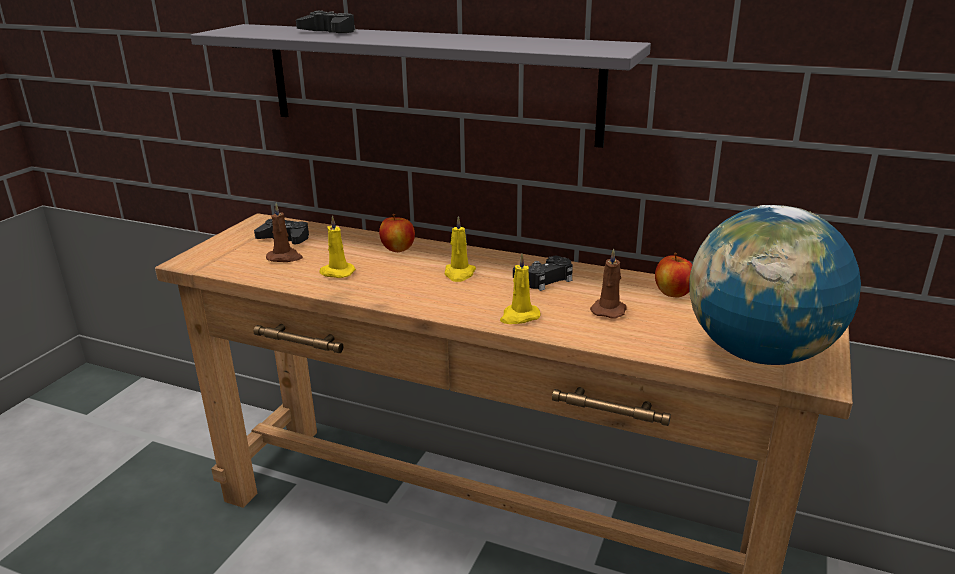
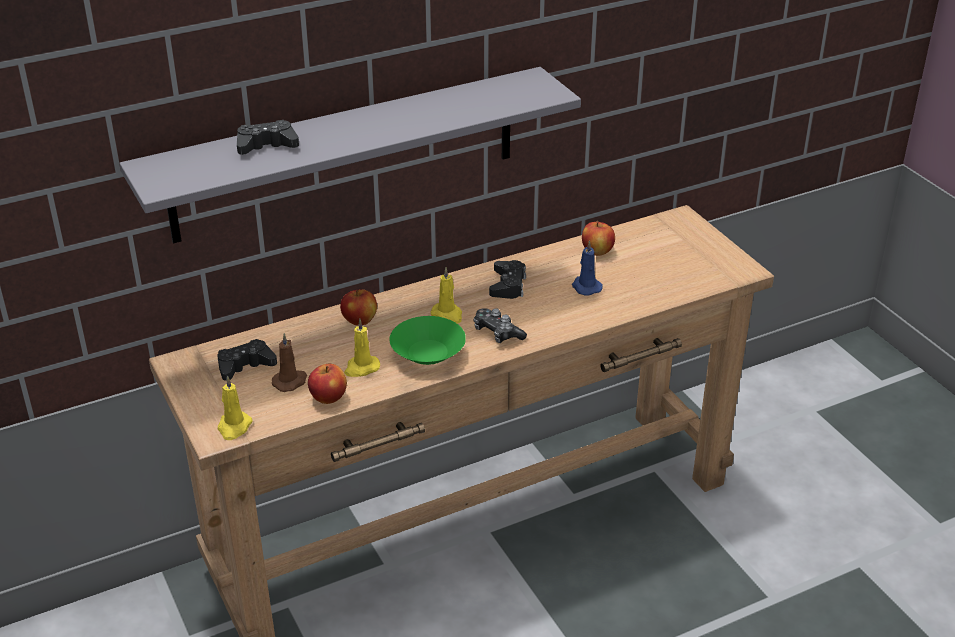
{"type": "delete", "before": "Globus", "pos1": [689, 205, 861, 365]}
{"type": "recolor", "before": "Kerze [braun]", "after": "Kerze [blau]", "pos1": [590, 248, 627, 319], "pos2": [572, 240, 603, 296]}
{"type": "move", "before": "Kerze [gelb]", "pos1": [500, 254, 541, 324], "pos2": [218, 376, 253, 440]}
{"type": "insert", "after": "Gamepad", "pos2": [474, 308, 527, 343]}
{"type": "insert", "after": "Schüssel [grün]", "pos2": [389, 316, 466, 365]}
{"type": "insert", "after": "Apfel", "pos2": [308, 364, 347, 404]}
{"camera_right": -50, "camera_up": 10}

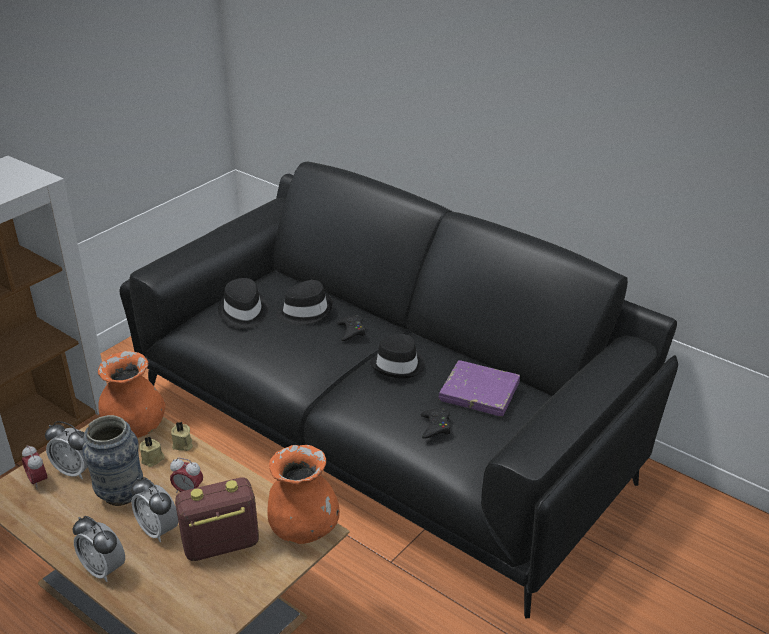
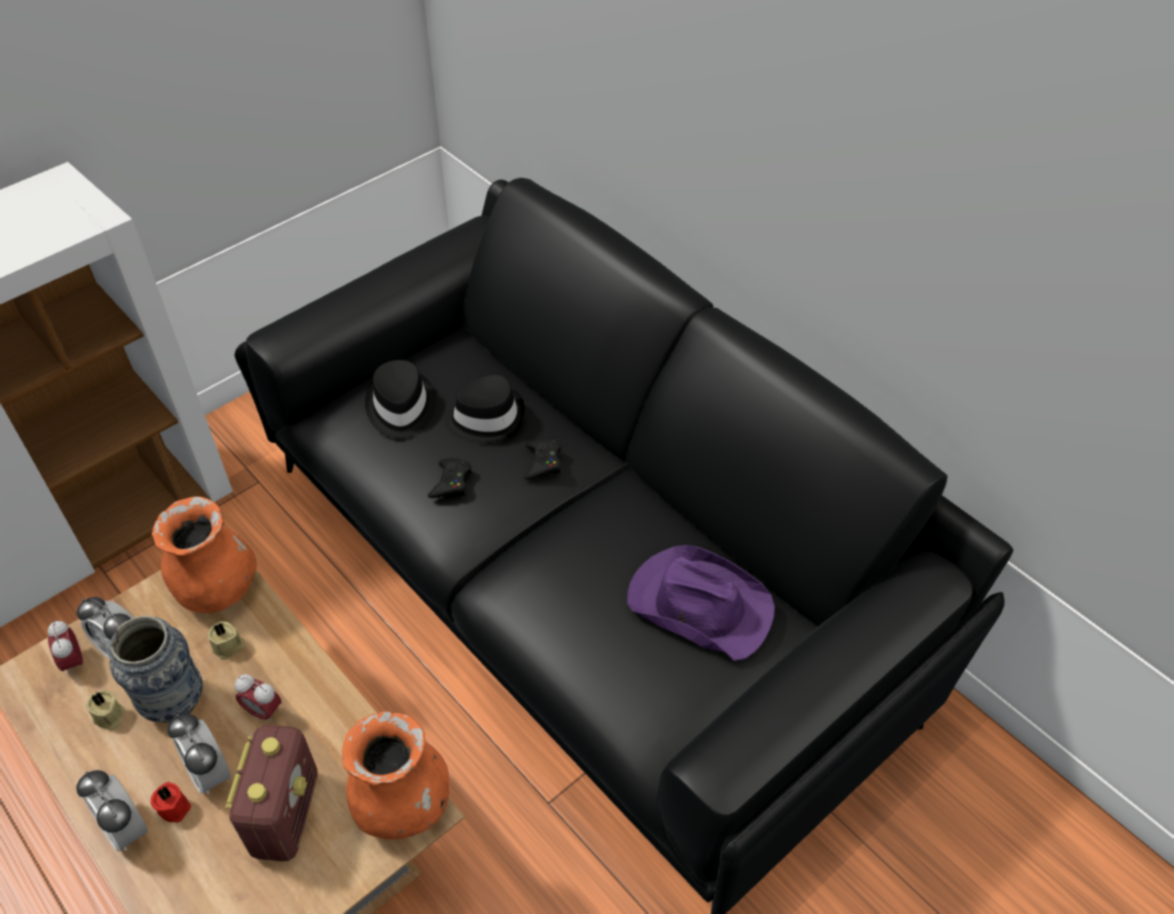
{"type": "delete", "before": "Hut [schwarz]", "pos1": [370, 334, 425, 379]}
{"type": "replace", "before": "Buch [lila]", "after": "Hut [lila]", "pos1": [439, 360, 520, 417], "pos2": [627, 545, 775, 661]}
{"type": "move", "before": "Gamepad [schwarz]", "pos1": [421, 409, 451, 439], "pos2": [428, 458, 472, 498]}
{"type": "move", "before": "Kerze [beige]", "pos1": [171, 422, 193, 451], "pos2": [86, 690, 125, 730]}
{"type": "rotate", "before": "Radio", "pos1": [175, 478, 259, 561], "pos2": [226, 725, 318, 862], "turn": 105}
{"type": "insert", "after": "Kerze [rot]", "pos2": [151, 782, 191, 822]}
{"camera_right": 10, "camera_up": 15}

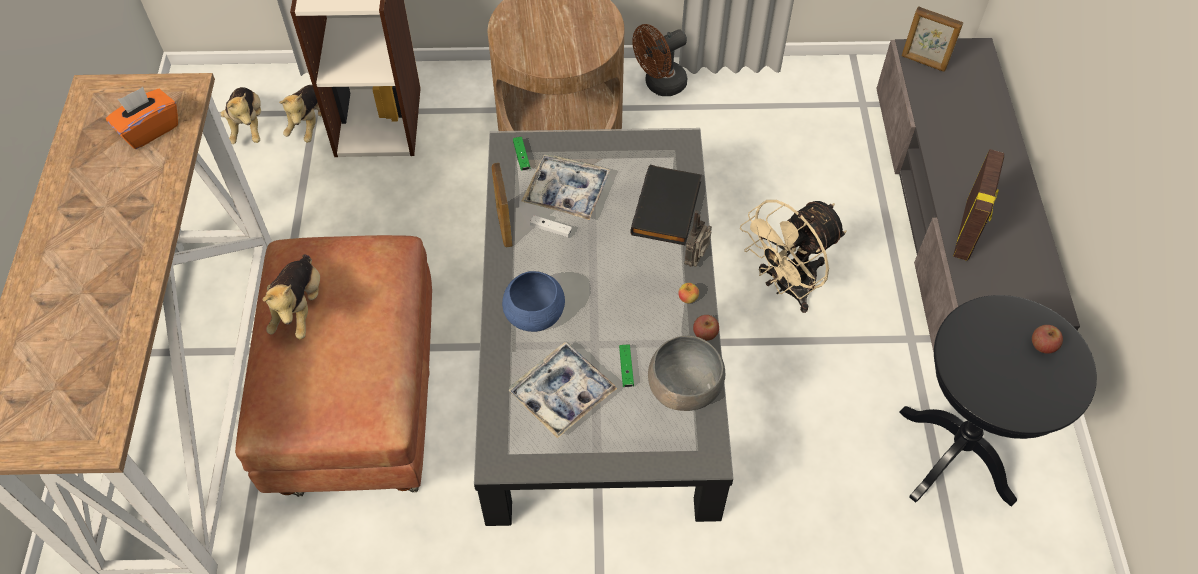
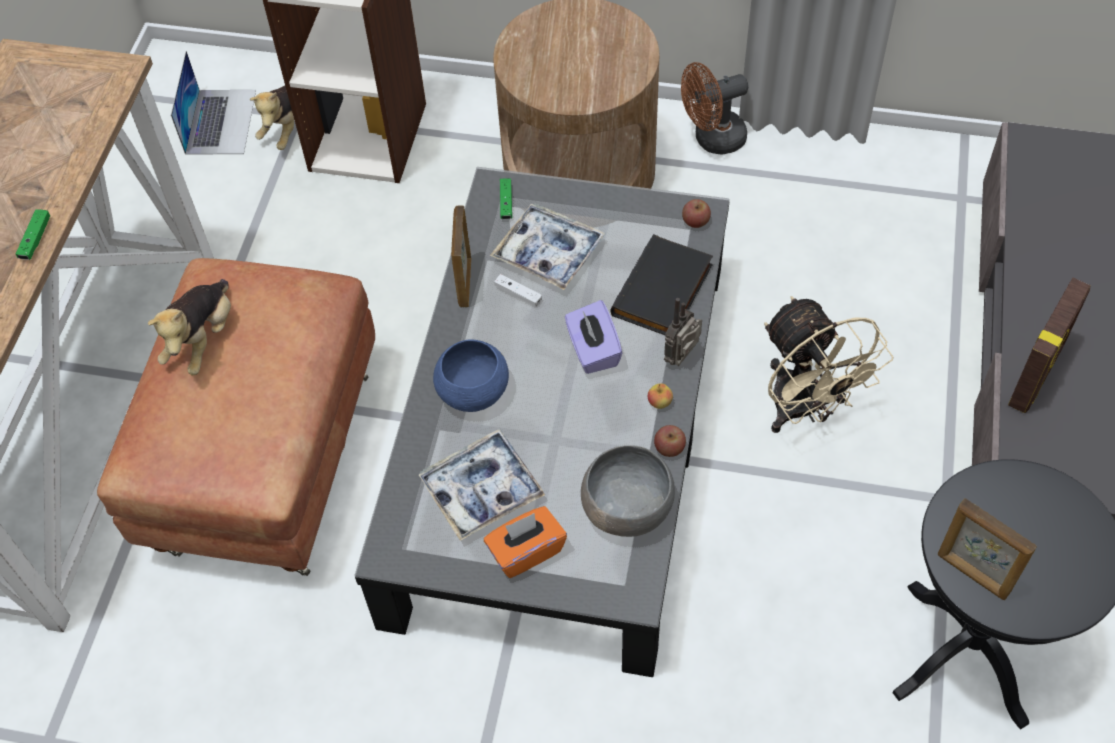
{"type": "move", "before": "Bilderrahmen", "pos1": [902, 6, 963, 72], "pos2": [938, 498, 1037, 600]}
{"type": "move", "before": "Taschentuchbox [orange]", "pos1": [106, 87, 178, 149], "pos2": [484, 506, 567, 578]}
{"type": "replace", "before": "Plüschtier", "after": "Laptop", "pos1": [221, 87, 261, 144], "pos2": [171, 51, 256, 155]}
{"type": "rotate", "before": "Ventilator [beige]", "pos1": [740, 200, 847, 313], "pos2": [764, 296, 893, 433], "turn": -90}
{"type": "move", "before": "Apfel", "pos1": [1032, 325, 1063, 354], "pos2": [682, 199, 711, 228]}
{"type": "move", "before": "Gamepad [grün]", "pos1": [619, 345, 634, 387], "pos2": [16, 209, 50, 260]}
{"type": "insert", "after": "Taschentuchbox [lila]", "pos2": [565, 300, 622, 374]}
{"camera_right": 15, "camera_up": 0}

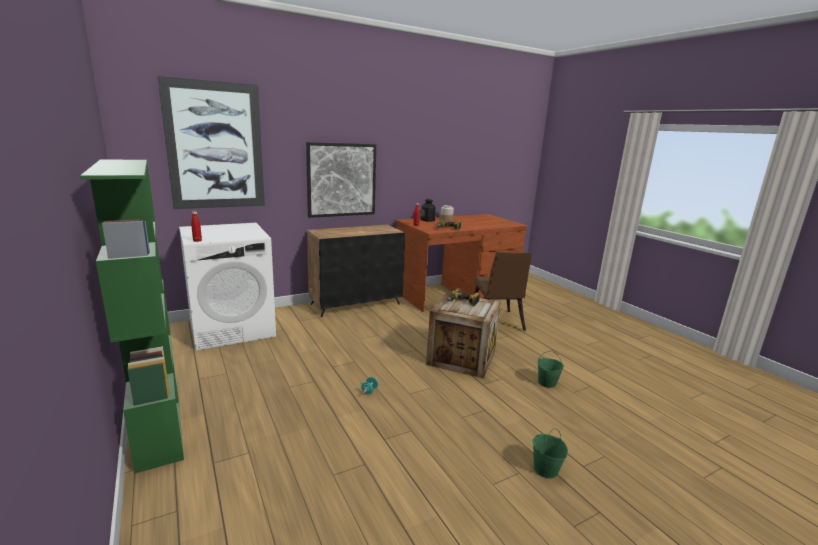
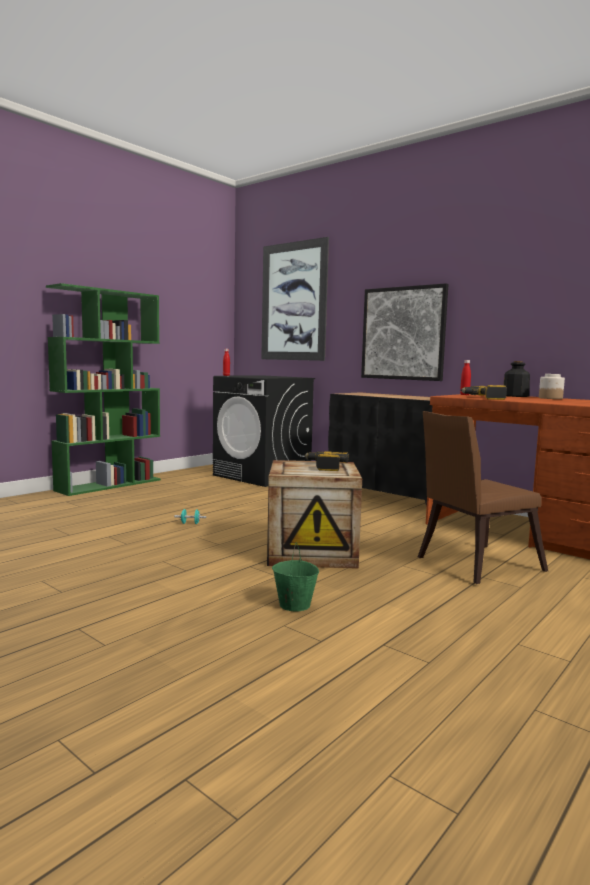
{"type": "recolor", "before": "Waschmaschine [weiß]", "after": "Waschmaschine [schwarz]", "pos1": [179, 223, 276, 351], "pos2": [213, 375, 315, 487]}
{"type": "delete", "before": "Eimer [grün]", "pos1": [532, 428, 568, 479]}
{"camera_right": 70, "camera_up": -10}

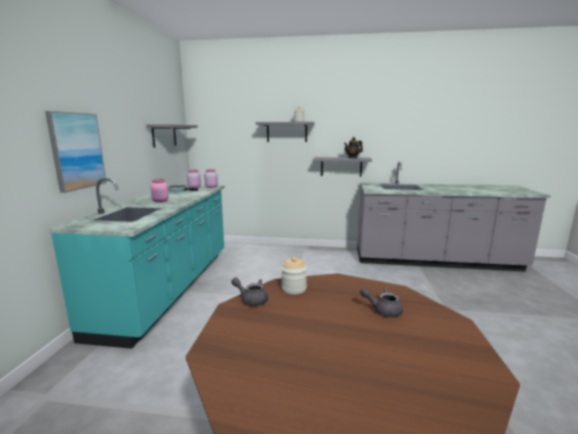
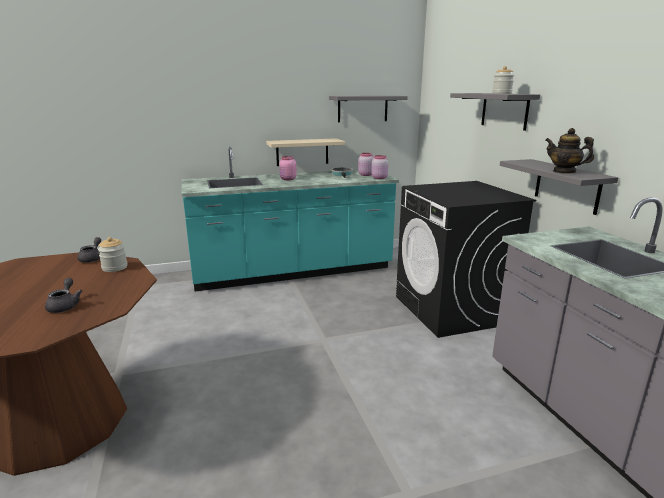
{"type": "delete", "before": "Bild", "pos1": [45, 111, 107, 193]}
{"type": "insert", "after": "Wandregal [beige]", "pos2": [266, 138, 345, 166]}
{"type": "insert", "after": "Waschmaschine [schwarz]", "pos2": [396, 181, 536, 338]}
{"camera_right": 65, "camera_up": 5}

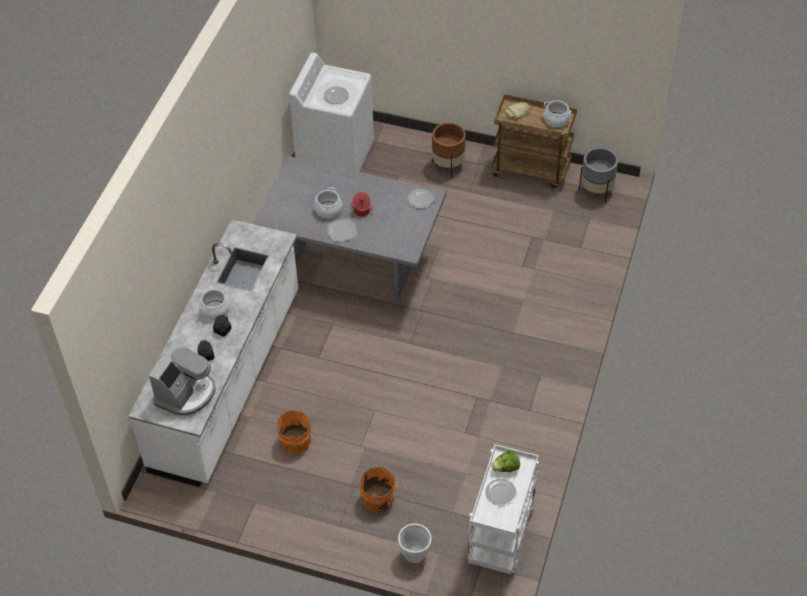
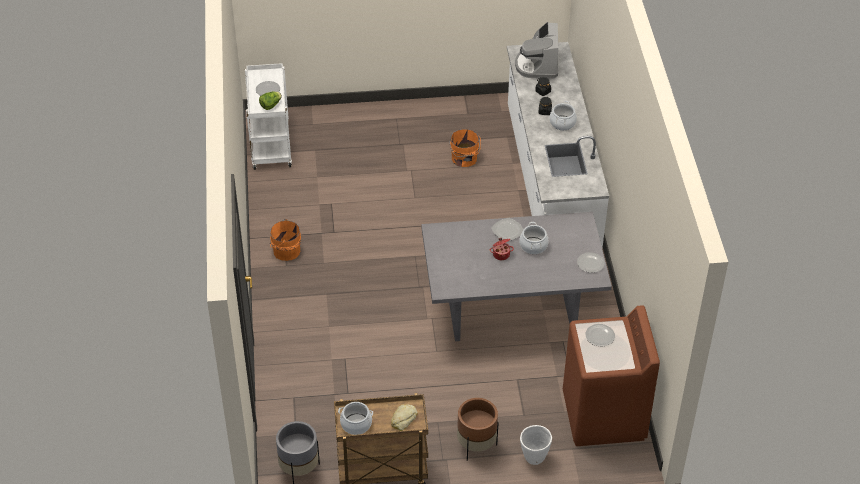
{"type": "recolor", "before": "Waschmaschine [weiß]", "after": "Waschmaschine [braun]", "pos1": [289, 52, 374, 172], "pos2": [563, 305, 660, 446]}
{"type": "move", "before": "Teller", "pos1": [407, 189, 434, 208], "pos2": [577, 252, 605, 273]}
{"type": "move", "before": "Eimer [orange]", "pos1": [360, 467, 398, 512], "pos2": [270, 219, 301, 261]}
{"type": "move", "before": "Pflanzkübel [weiß]", "pos1": [398, 523, 432, 563], "pos2": [520, 425, 552, 465]}
{"camera_right": 155, "camera_up": -5}

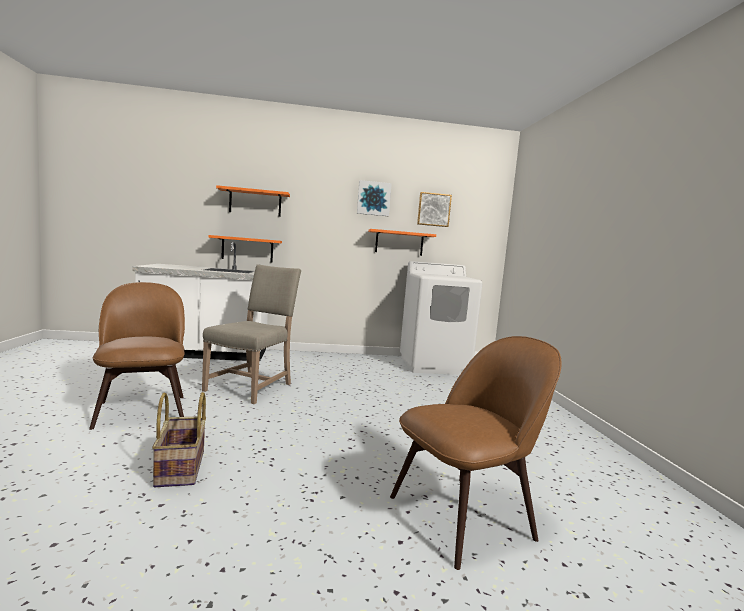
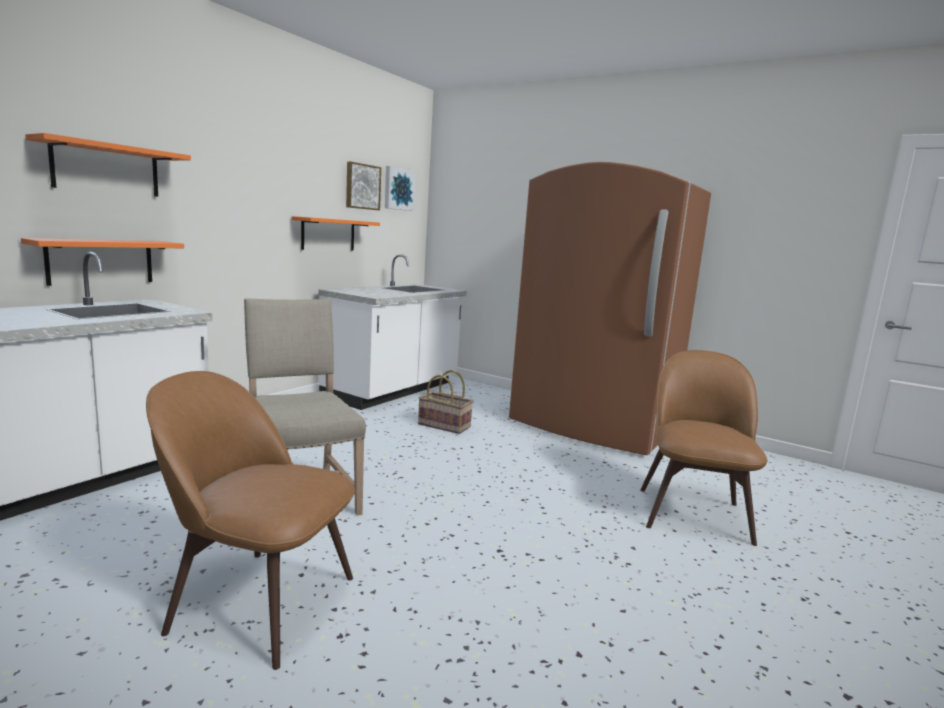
{"type": "move", "before": "Bild", "pos1": [357, 180, 392, 216], "pos2": [385, 166, 416, 211]}
{"type": "replace", "before": "Waschmaschine [weiß]", "after": "Küchenzeile [weiß]", "pos1": [400, 261, 482, 375], "pos2": [318, 254, 466, 410]}
{"type": "move", "before": "Korb", "pos1": [152, 392, 206, 487], "pos2": [418, 370, 473, 434]}
{"type": "insert", "after": "Kühlschrank [braun]", "pos2": [509, 162, 711, 455]}
{"camera_right": -50, "camera_up": 5}

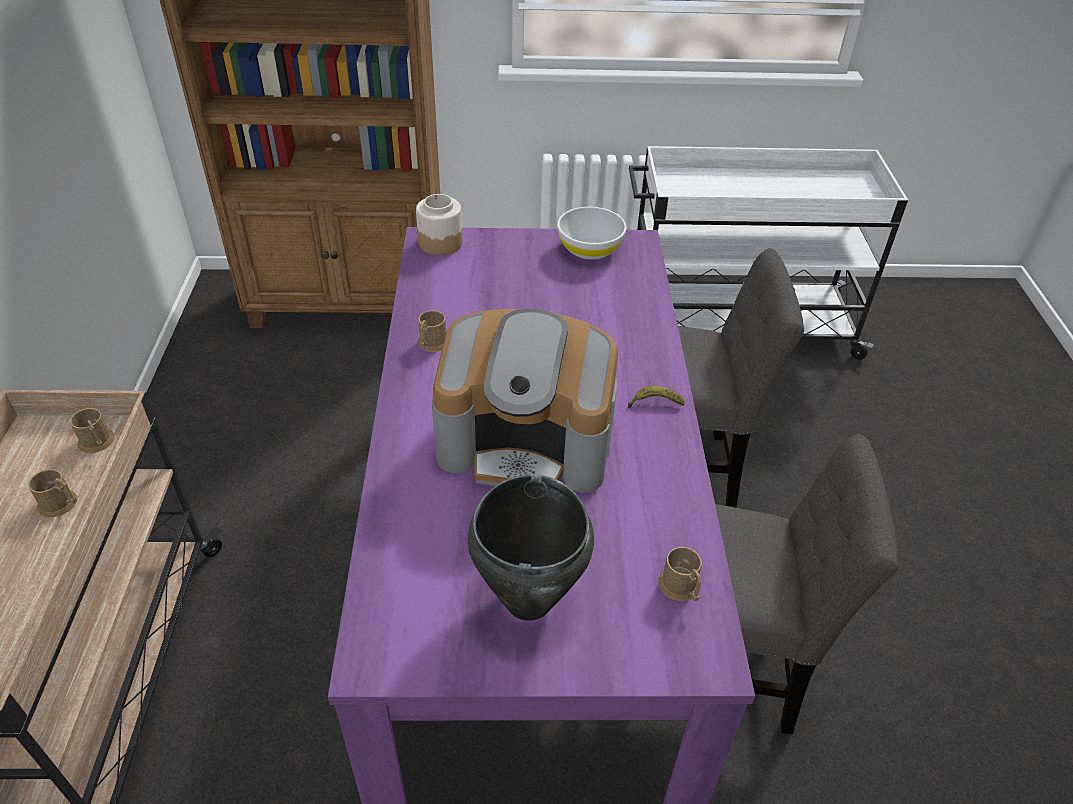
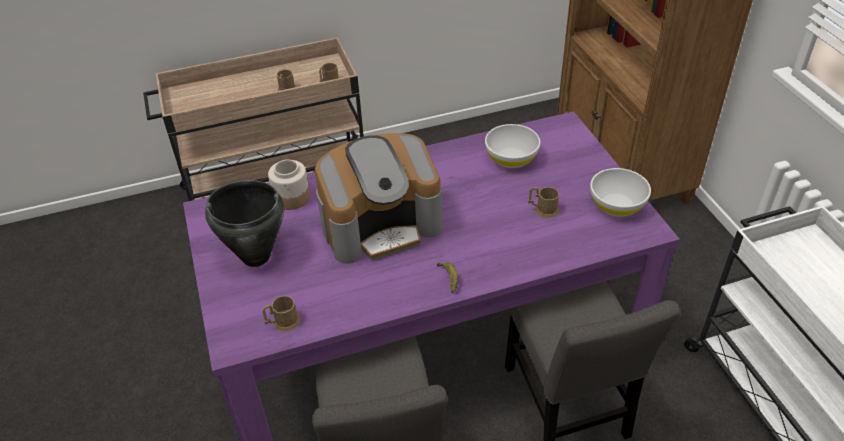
{"type": "move", "before": "Vorratsglas", "pos1": [416, 194, 463, 255], "pos2": [268, 160, 310, 210]}
{"type": "rotate", "before": "Kaffeemaschine", "pos1": [432, 309, 618, 492], "pos2": [314, 133, 443, 264], "turn": -105}
{"type": "move", "before": "Henkelbecher [braun]", "pos1": [418, 310, 446, 352], "pos2": [528, 187, 559, 218]}
{"type": "insert", "after": "Schüssel [weiß]", "pos2": [485, 124, 540, 168]}
{"camera_right": 75, "camera_up": 0}

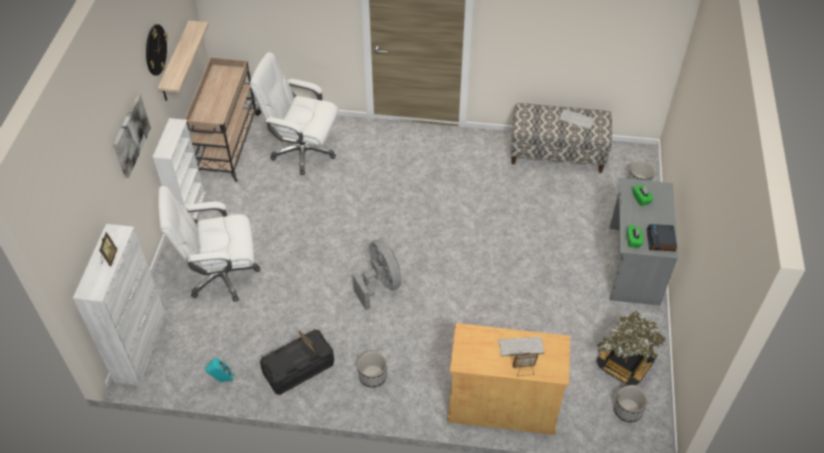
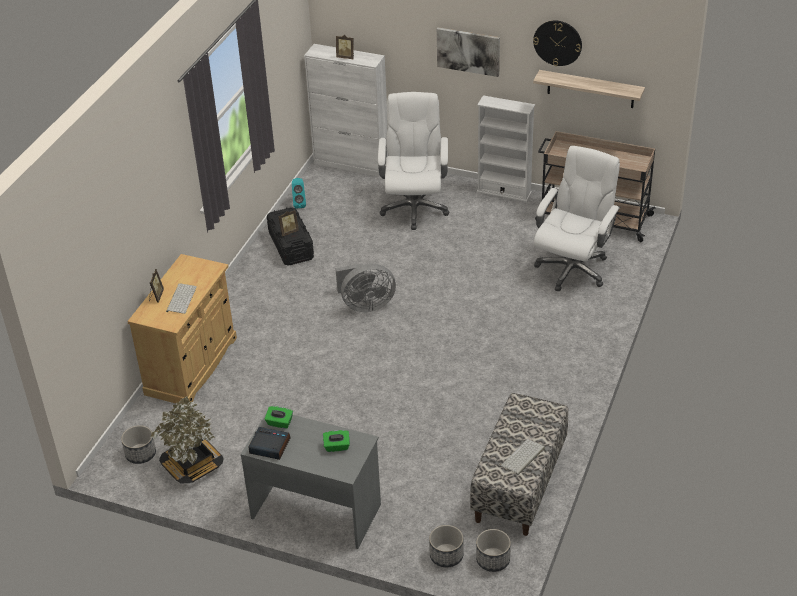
{"type": "move", "before": "Pflanzkübel", "pos1": [358, 352, 387, 388], "pos2": [476, 529, 511, 572]}
{"camera_right": 105, "camera_up": -10}

